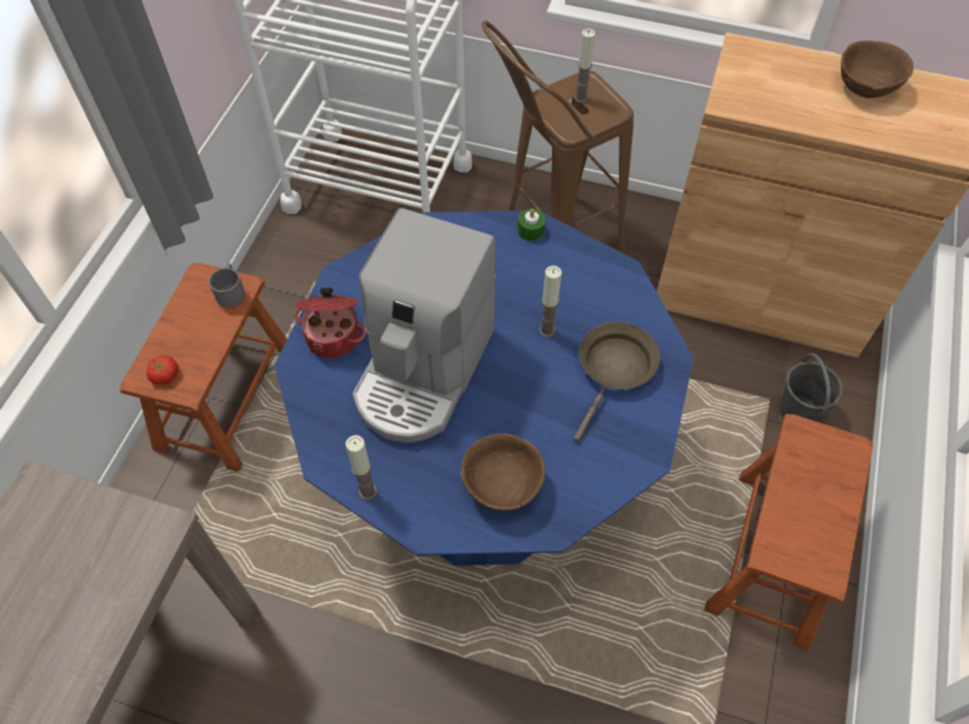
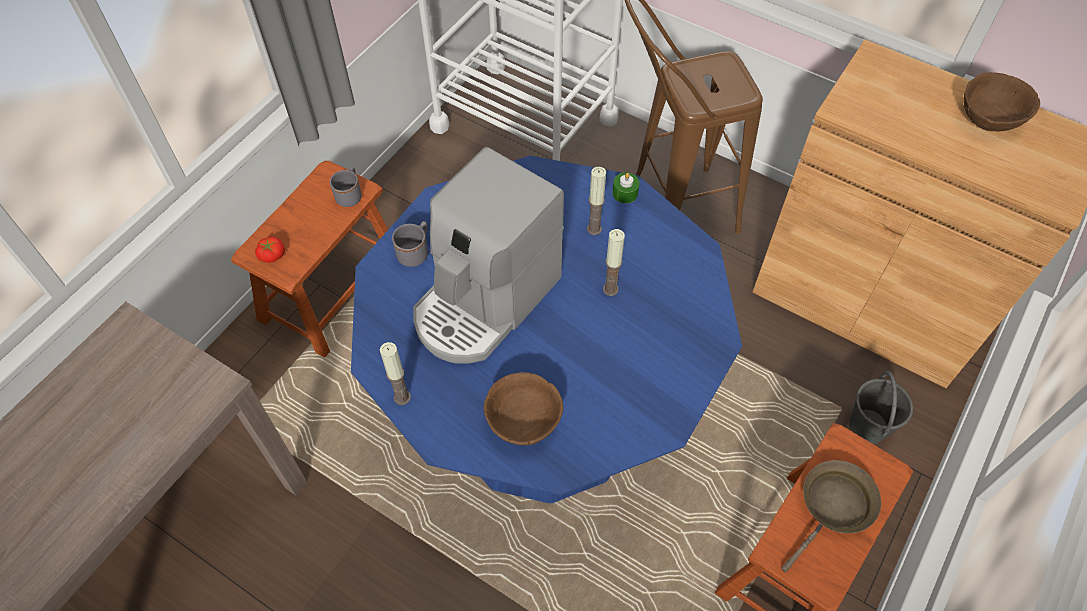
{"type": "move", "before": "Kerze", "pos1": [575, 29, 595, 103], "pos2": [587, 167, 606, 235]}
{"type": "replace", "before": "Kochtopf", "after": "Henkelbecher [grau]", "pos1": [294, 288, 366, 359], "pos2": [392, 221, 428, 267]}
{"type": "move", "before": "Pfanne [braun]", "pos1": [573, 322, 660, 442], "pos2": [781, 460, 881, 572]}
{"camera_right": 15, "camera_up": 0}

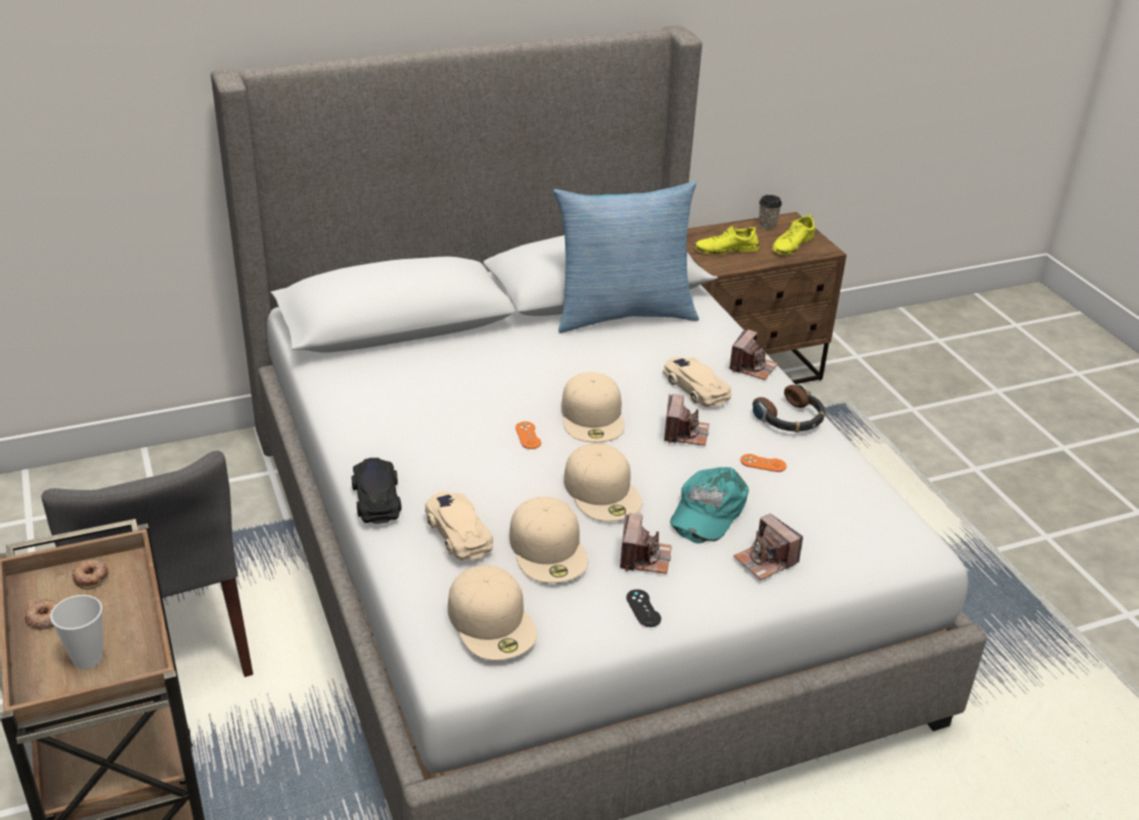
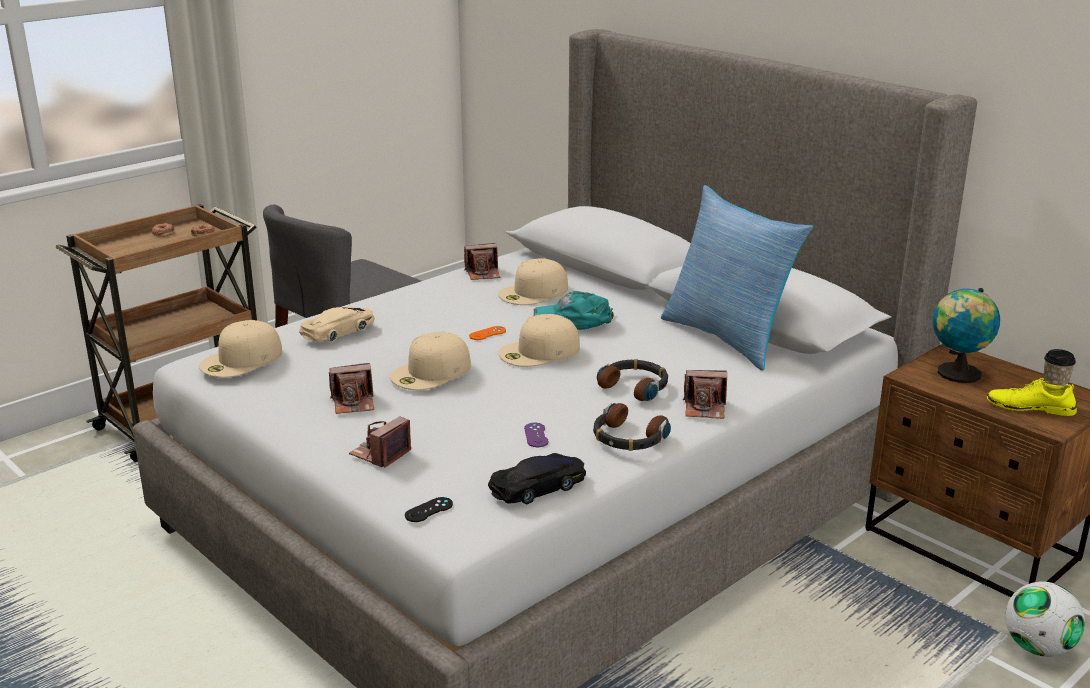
{"type": "replace", "before": "Schuh [gelb]", "after": "Globus", "pos1": [695, 225, 759, 255], "pos2": [933, 288, 1000, 383]}
{"type": "replace", "before": "Spielzeugauto [beige]", "after": "Kopfhörer", "pos1": [663, 357, 731, 407], "pos2": [597, 359, 668, 401]}
{"type": "move", "before": "Kamera", "pos1": [664, 394, 709, 446], "pos2": [464, 243, 501, 280]}
{"type": "recolor", "before": "Gamepad [orange]", "after": "Gamepad [lila]", "pos1": [740, 454, 787, 472], "pos2": [524, 423, 549, 447]}
{"type": "move", "before": "Spielzeugauto [schwarz]", "pos1": [351, 458, 402, 524], "pos2": [488, 453, 586, 504]}
{"type": "move", "before": "Kappe [türkis]", "pos1": [670, 467, 749, 544], "pos2": [534, 291, 614, 330]}
{"type": "move", "before": "Kappe [beige]", "pos1": [509, 497, 588, 583], "pos2": [498, 258, 568, 305]}
{"type": "move", "before": "Gamepad [schwarz]", "pos1": [626, 589, 661, 627], "pos2": [405, 497, 453, 522]}
{"type": "delete", "before": "Tasse", "pos1": [50, 595, 103, 669]}
{"type": "insert", "after": "Fußball", "pos2": [1006, 581, 1085, 657]}
{"camera_right": 70, "camera_up": -10}

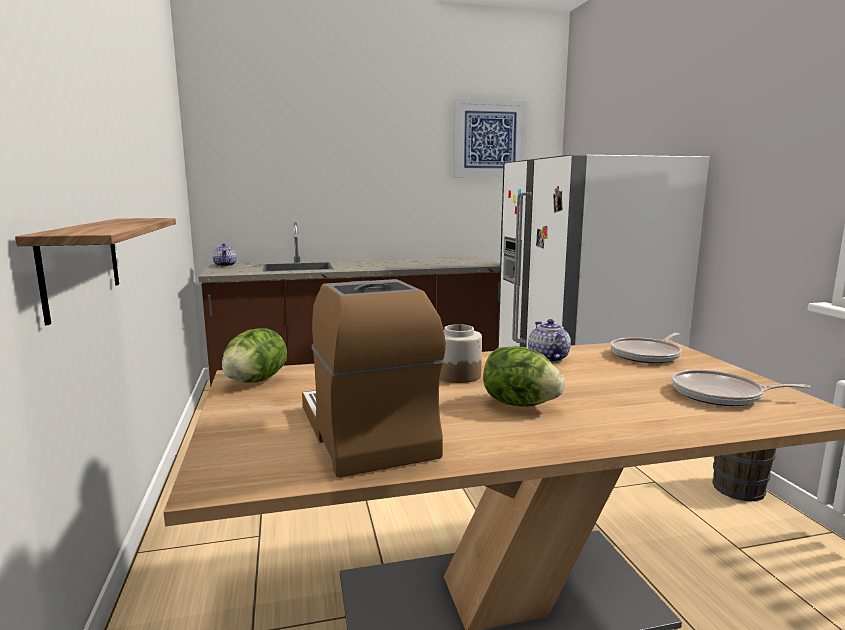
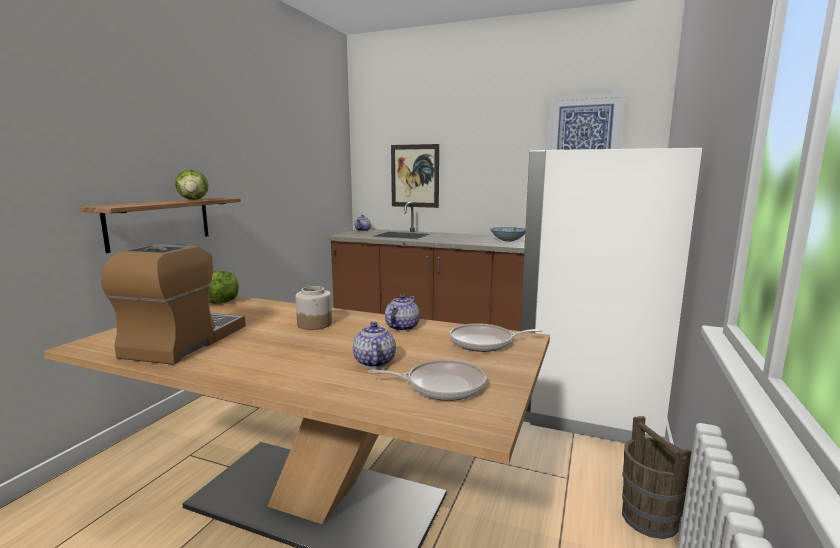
{"type": "move", "before": "Salatkopf", "pos1": [483, 346, 565, 407], "pos2": [175, 170, 209, 200]}
{"type": "rotate", "before": "Pfanne", "pos1": [671, 370, 810, 406], "pos2": [368, 359, 486, 401], "turn": 135}
{"type": "insert", "after": "Bild", "pos2": [391, 144, 439, 208]}
{"type": "insert", "after": "Schüssel", "pos2": [490, 227, 525, 241]}
{"type": "insert", "after": "Teekanne", "pos2": [353, 322, 396, 368]}
{"camera_right": 35, "camera_up": 0}

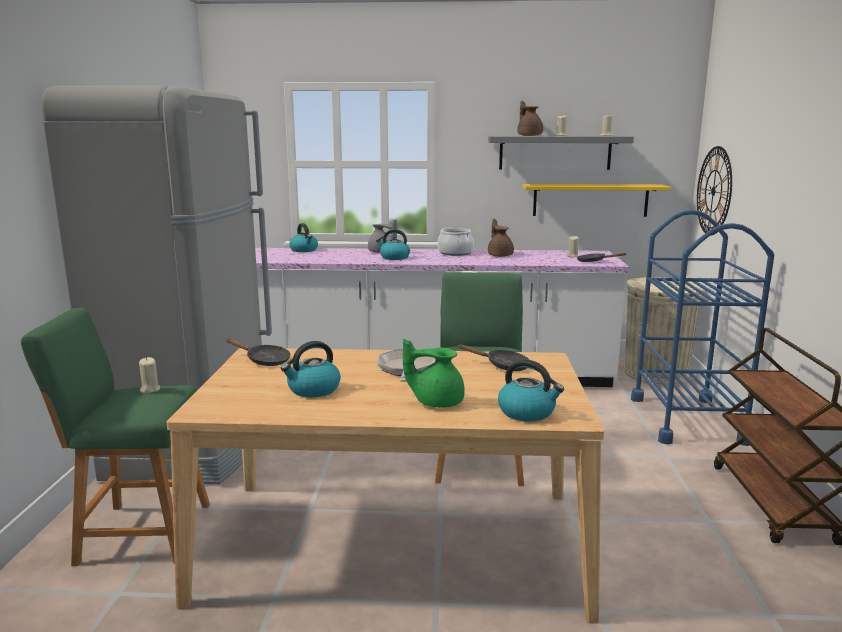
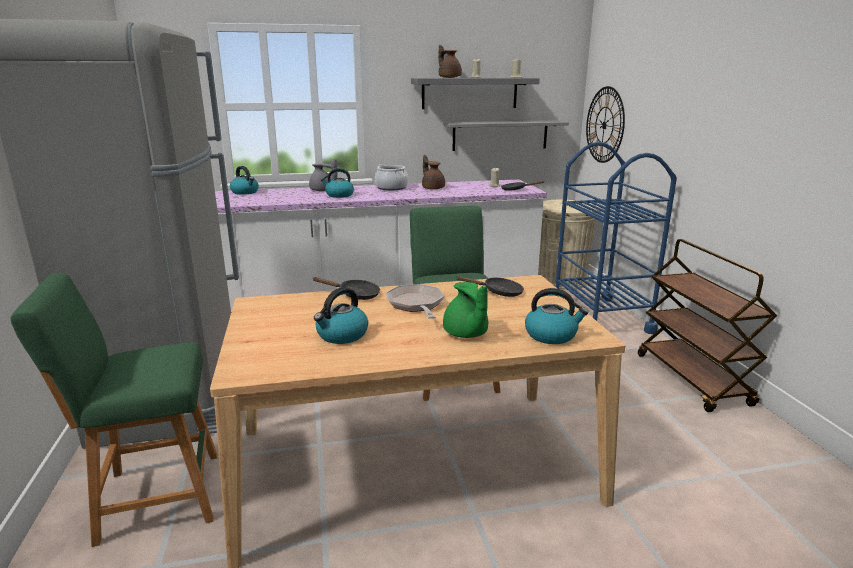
{"type": "recolor", "before": "Wandregal [gelb]", "after": "Wandregal [grau]", "pos1": [522, 184, 671, 217], "pos2": [443, 120, 569, 151]}
{"type": "move", "before": "Pfanne [schwarz]", "pos1": [226, 339, 290, 366], "pos2": [312, 277, 380, 300]}
{"type": "rotate", "before": "Teekanne [grün]", "pos1": [403, 339, 465, 408], "pos2": [443, 282, 488, 338], "turn": -105}
{"type": "delete", "before": "Kerze [beige]", "pos1": [139, 357, 160, 393]}
{"camera_right": -15, "camera_up": 5}

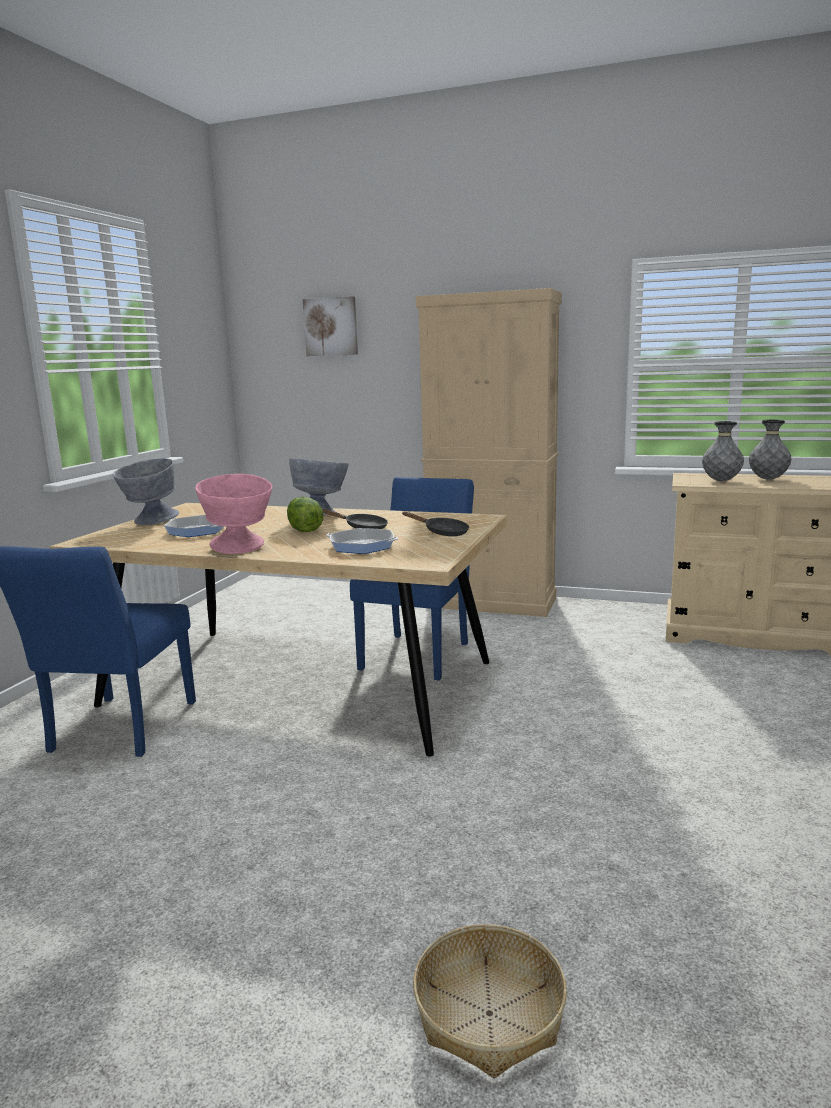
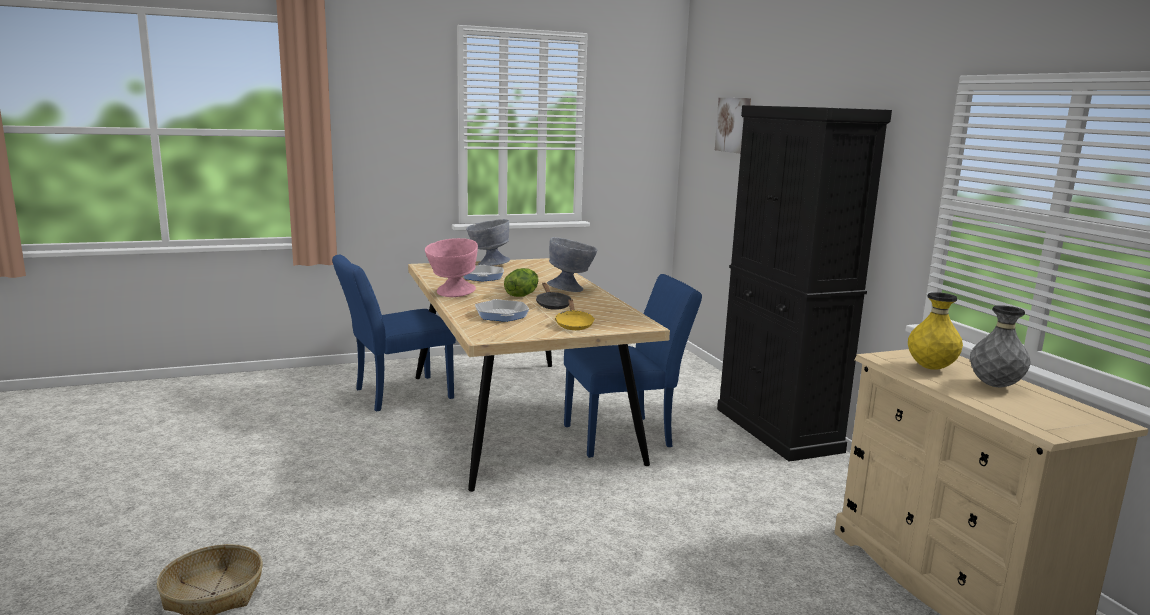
{"type": "recolor", "before": "Schrank [beige]", "after": "Schrank [schwarz]", "pos1": [416, 288, 562, 617], "pos2": [717, 105, 892, 462]}
{"type": "recolor", "before": "Vase [grau]", "after": "Vase [gelb]", "pos1": [702, 421, 744, 481], "pos2": [908, 292, 963, 370]}
{"type": "recolor", "before": "Pfanne [schwarz]", "after": "Pfanne [gelb]", "pos1": [402, 511, 469, 536], "pos2": [555, 299, 595, 330]}
{"camera_right": 50, "camera_up": 0}

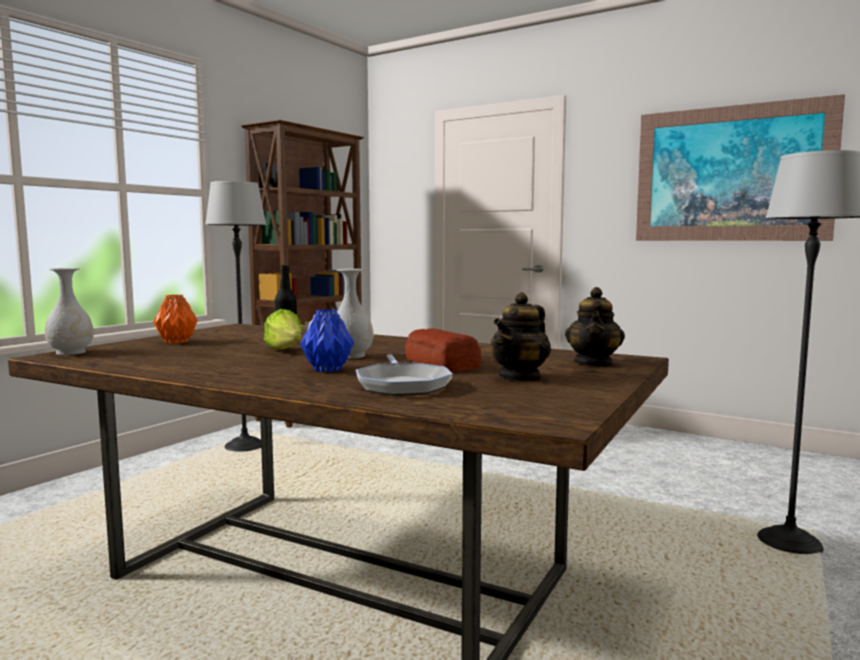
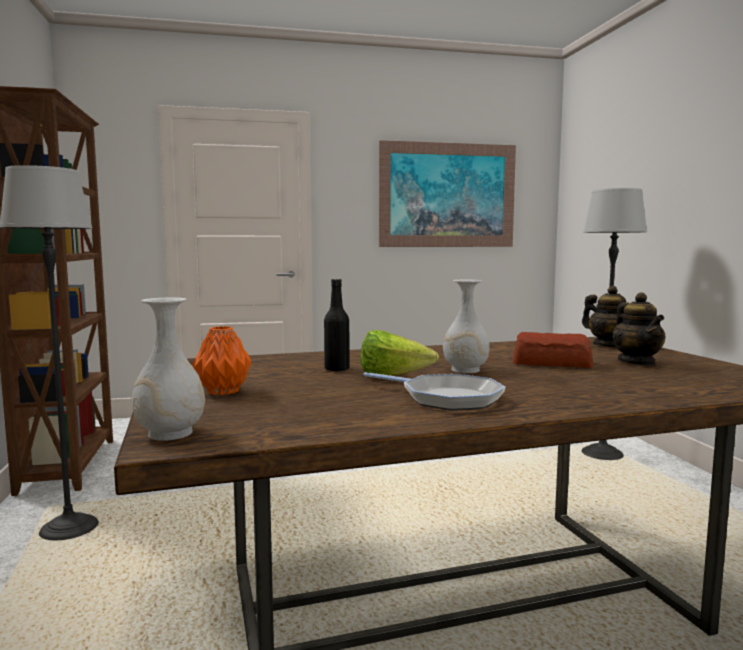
{"type": "delete", "before": "Vase [blau]", "pos1": [300, 309, 354, 372]}
{"type": "move", "before": "Pfanne", "pos1": [356, 354, 453, 396], "pos2": [363, 372, 505, 411]}
{"camera_right": -45, "camera_up": 0}

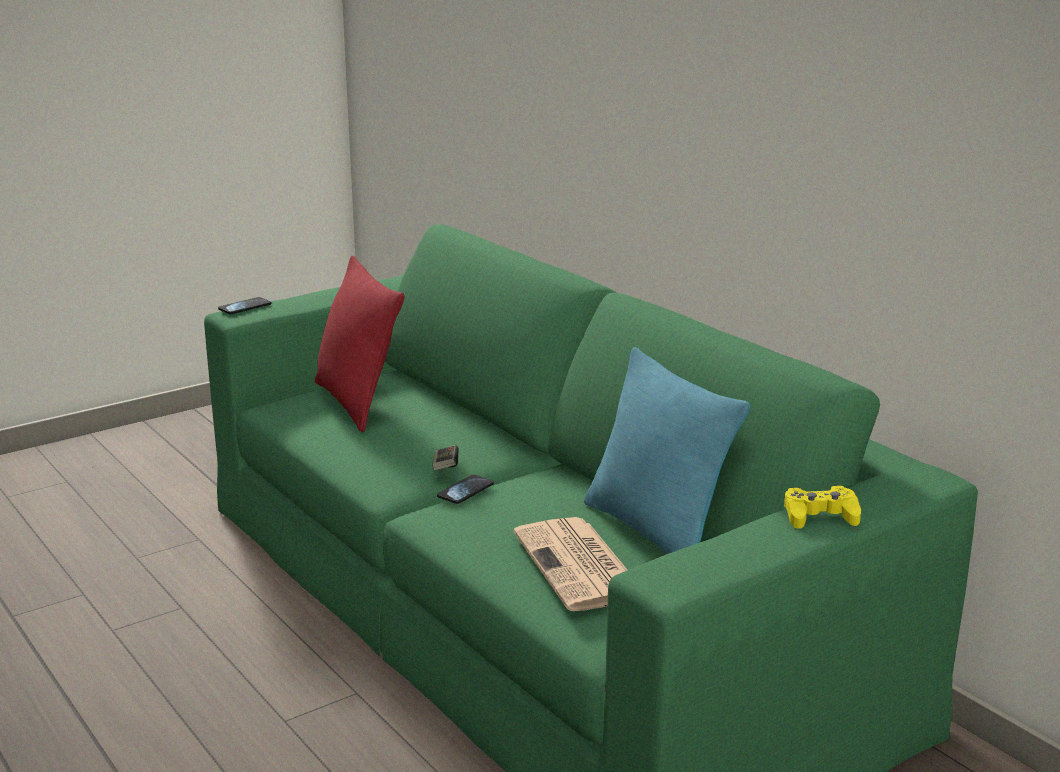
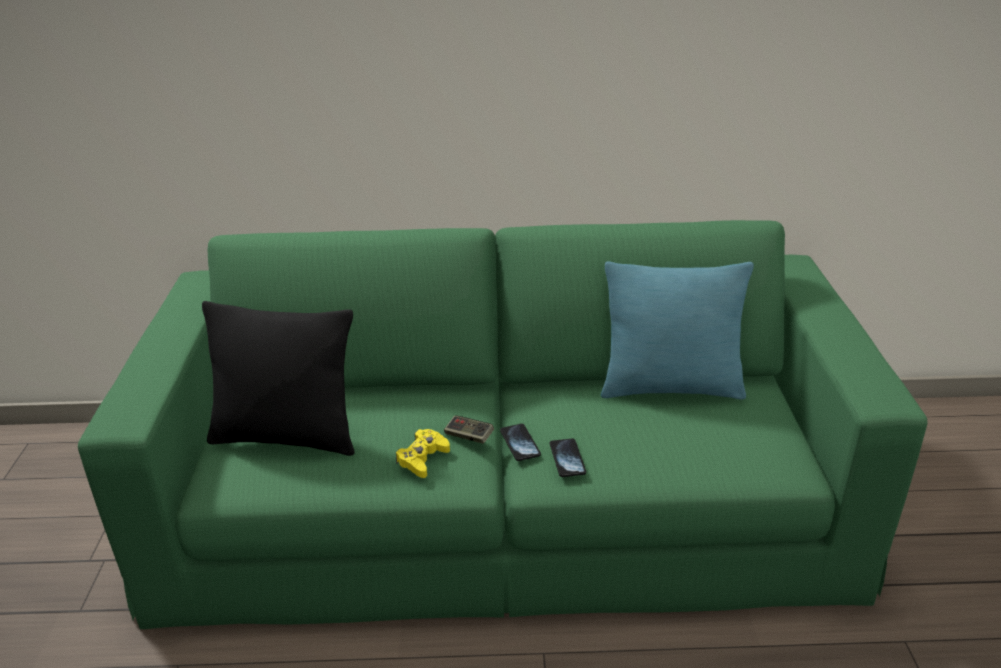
{"type": "recolor", "before": "Kissen [rot]", "after": "Kissen [schwarz]", "pos1": [315, 256, 404, 432], "pos2": [202, 301, 355, 456]}
{"type": "move", "before": "Handy", "pos1": [218, 297, 272, 314], "pos2": [550, 438, 586, 477]}
{"type": "move", "before": "Gamepad [gelb]", "pos1": [784, 486, 861, 529], "pos2": [396, 429, 450, 478]}
{"type": "delete", "before": "Zeitung", "pos1": [513, 517, 627, 611]}
{"camera_right": -55, "camera_up": 10}

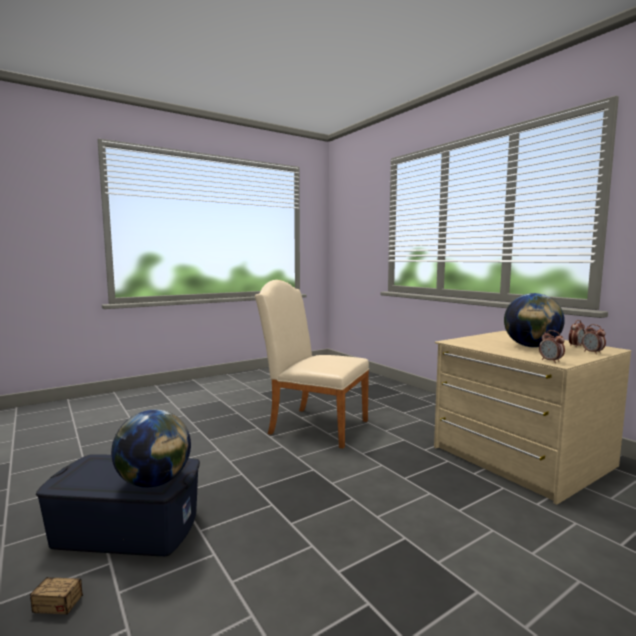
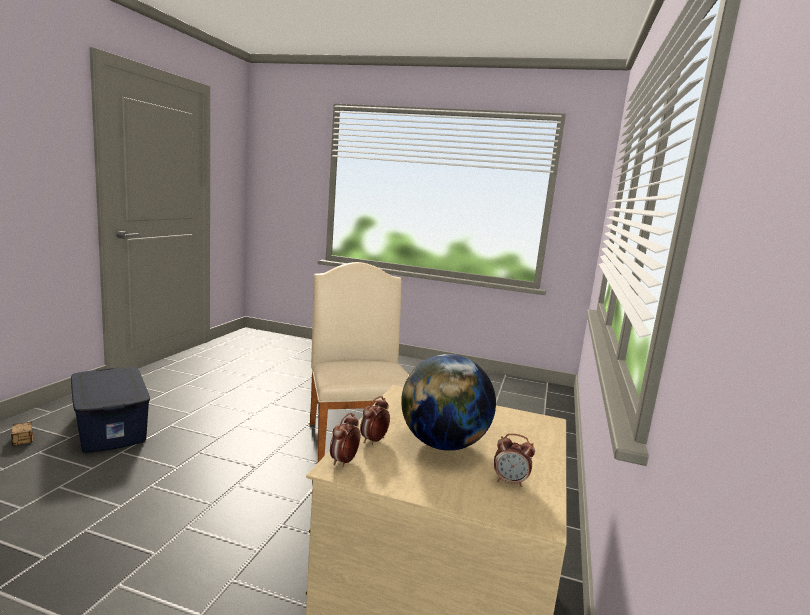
{"type": "move", "before": "Wecker", "pos1": [582, 324, 606, 354], "pos2": [360, 396, 390, 445]}
{"type": "delete", "before": "Globus", "pos1": [111, 410, 191, 488]}
{"camera_right": 50, "camera_up": 5}

